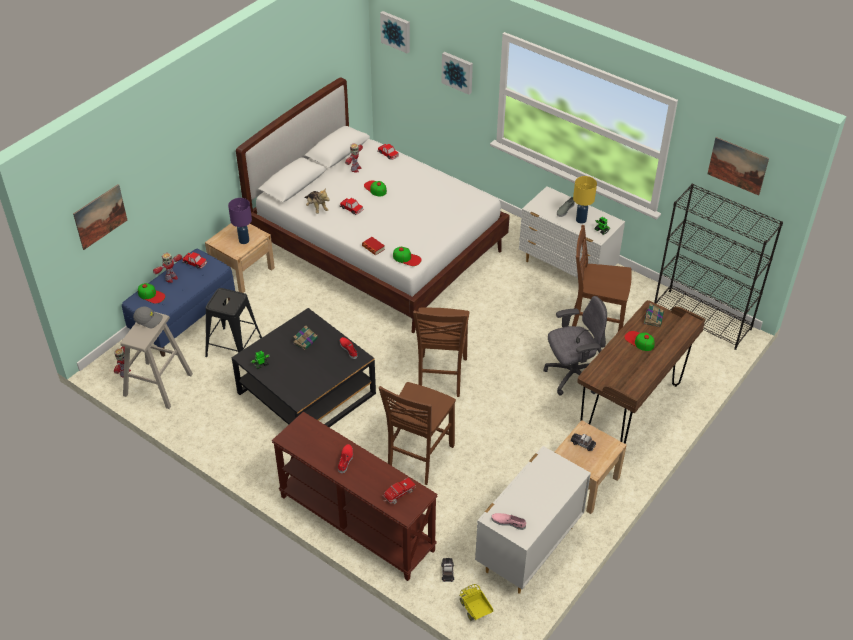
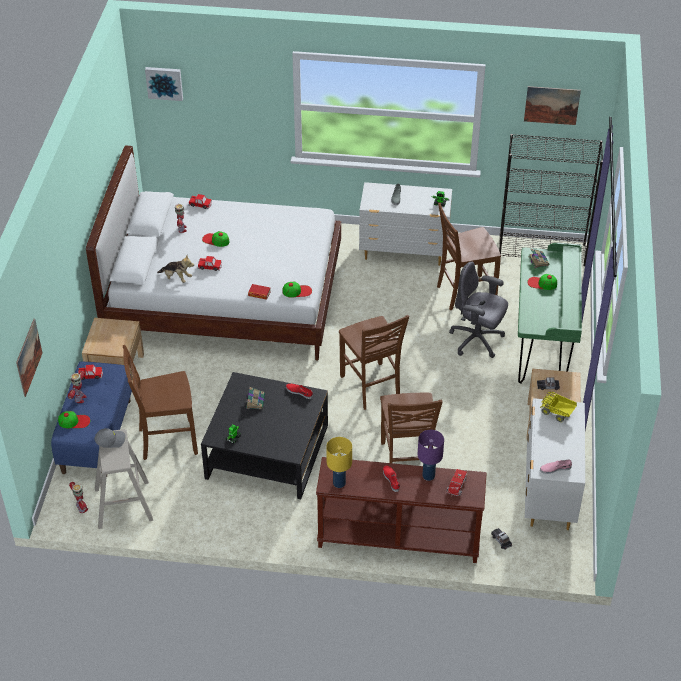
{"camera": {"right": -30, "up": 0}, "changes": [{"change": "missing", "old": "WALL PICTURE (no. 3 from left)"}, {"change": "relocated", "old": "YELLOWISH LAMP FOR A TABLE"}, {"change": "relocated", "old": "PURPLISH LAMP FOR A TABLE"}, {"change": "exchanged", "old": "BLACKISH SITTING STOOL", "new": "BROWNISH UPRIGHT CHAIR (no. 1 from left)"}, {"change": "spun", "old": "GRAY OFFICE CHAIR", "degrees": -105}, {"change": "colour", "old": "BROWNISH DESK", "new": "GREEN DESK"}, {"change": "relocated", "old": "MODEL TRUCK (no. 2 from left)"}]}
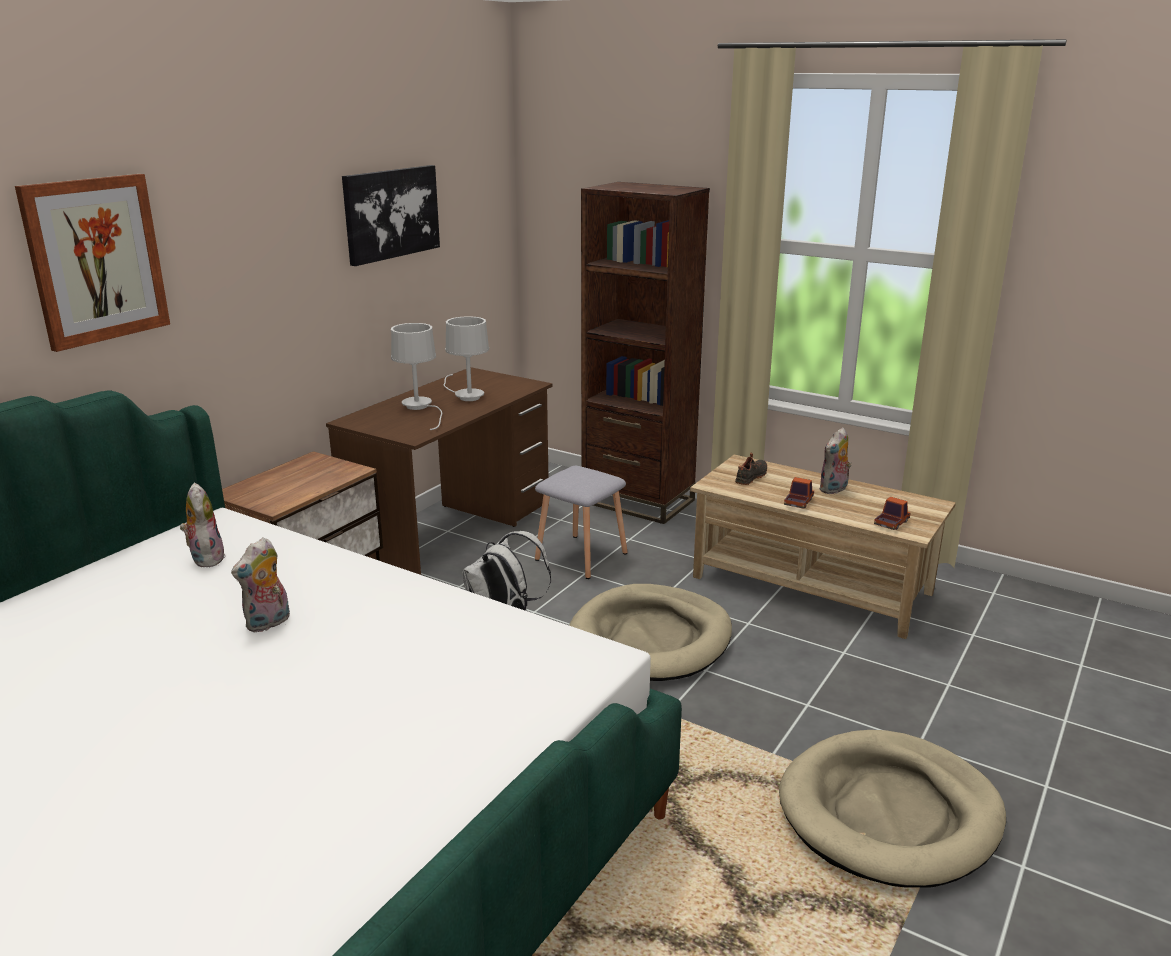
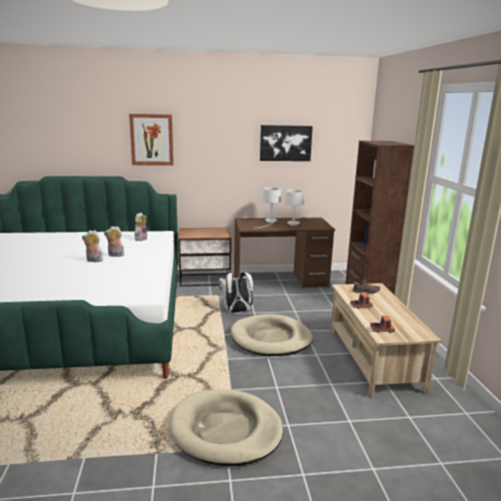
{"camera": {"right": 50, "up": -5}, "changes": [{"change": "relocated", "old": "SOFT TOY (no. 3 from left in the first image)", "new": "SOFT TOY (no. 1 from left)"}, {"change": "missing", "old": "GRAY SITTING STOOL"}]}
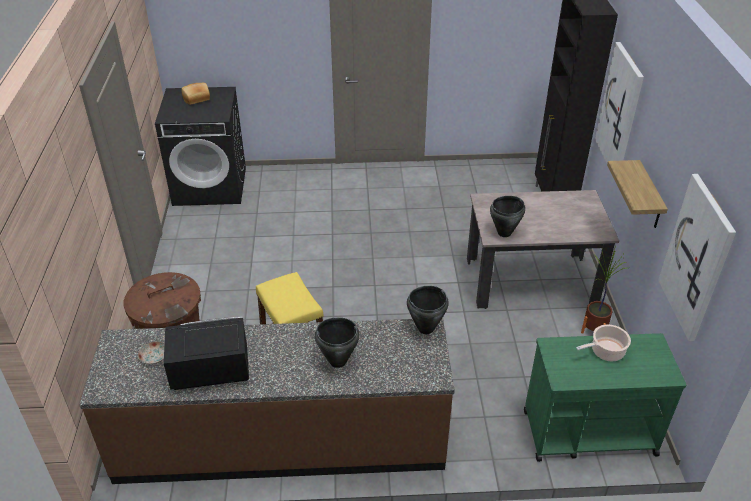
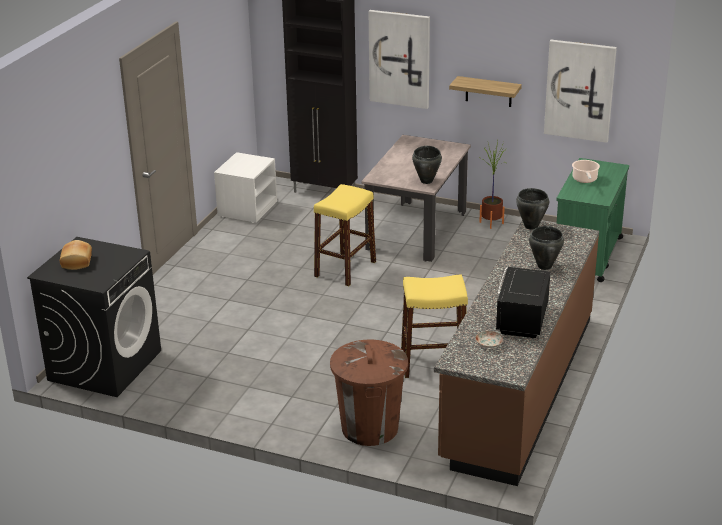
{"camera": {"right": -65, "up": -10}, "changes": [{"change": "appeared", "new": "WHITISH NIGHT TABLE"}, {"change": "appeared", "new": "YELLOWISH SITTING STOOL (no. 1 from left)"}]}
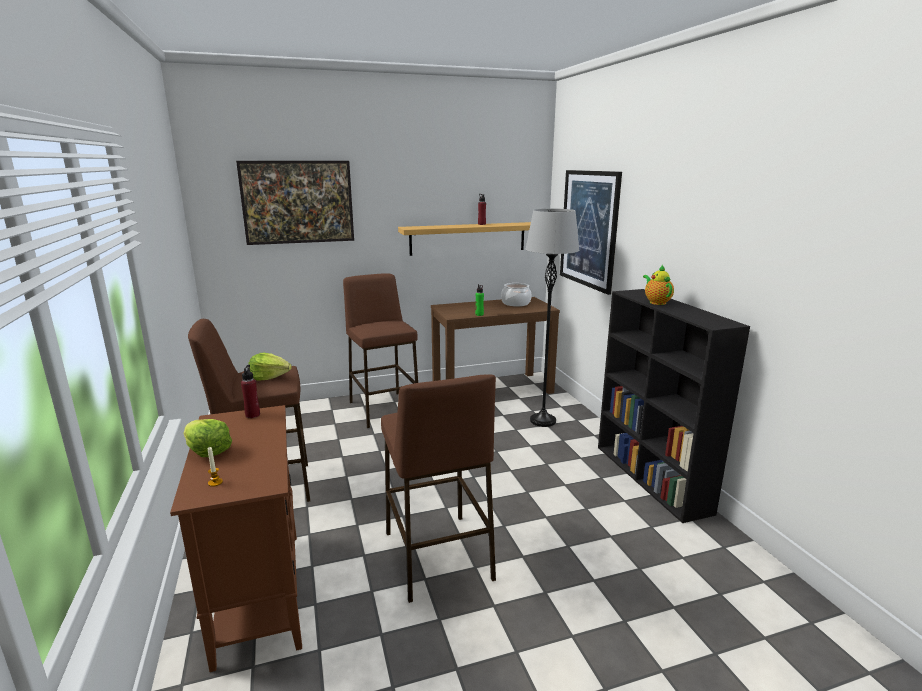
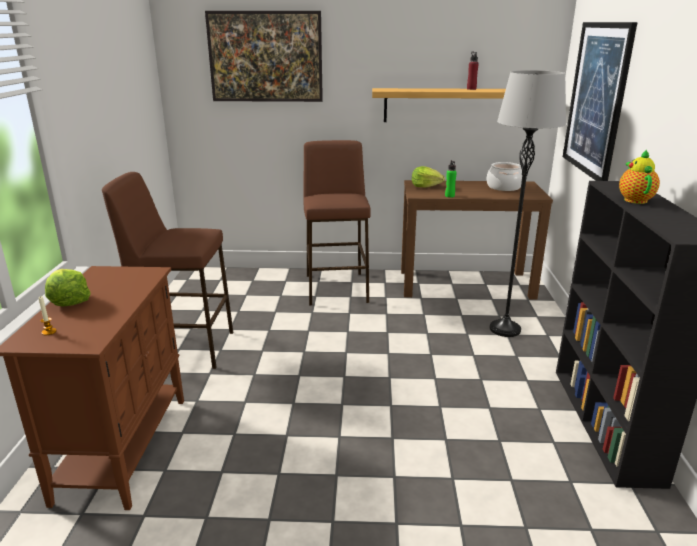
{"camera": {"right": 20, "up": 5}, "changes": [{"change": "relocated", "old": "HEAD OF LETTUCE (no. 2 from left)"}, {"change": "missing", "old": "RED-COLOURED BEVERAGE BOTTLE (no. 1 from left)"}, {"change": "missing", "old": "BROWNISH SITTING STOOL (no. 3 from left)"}]}
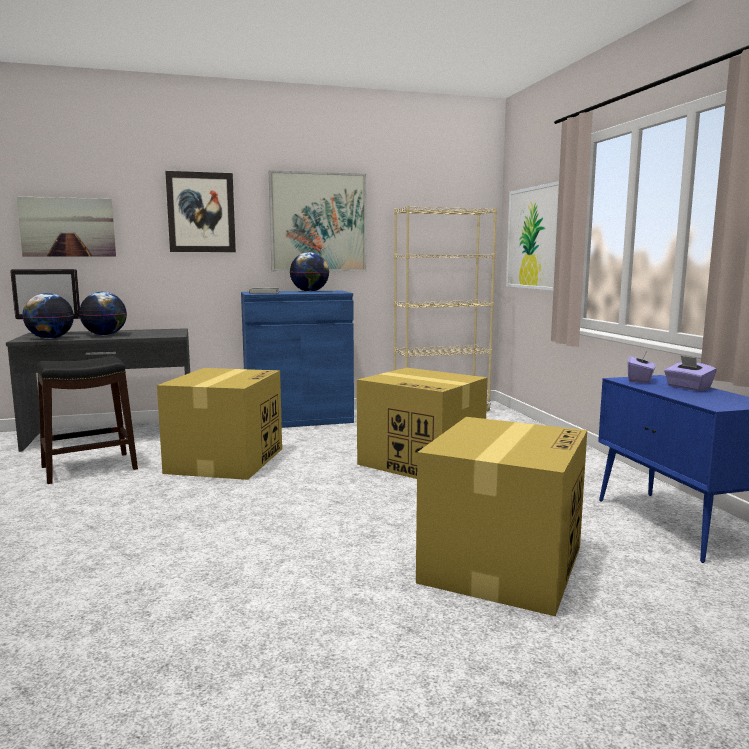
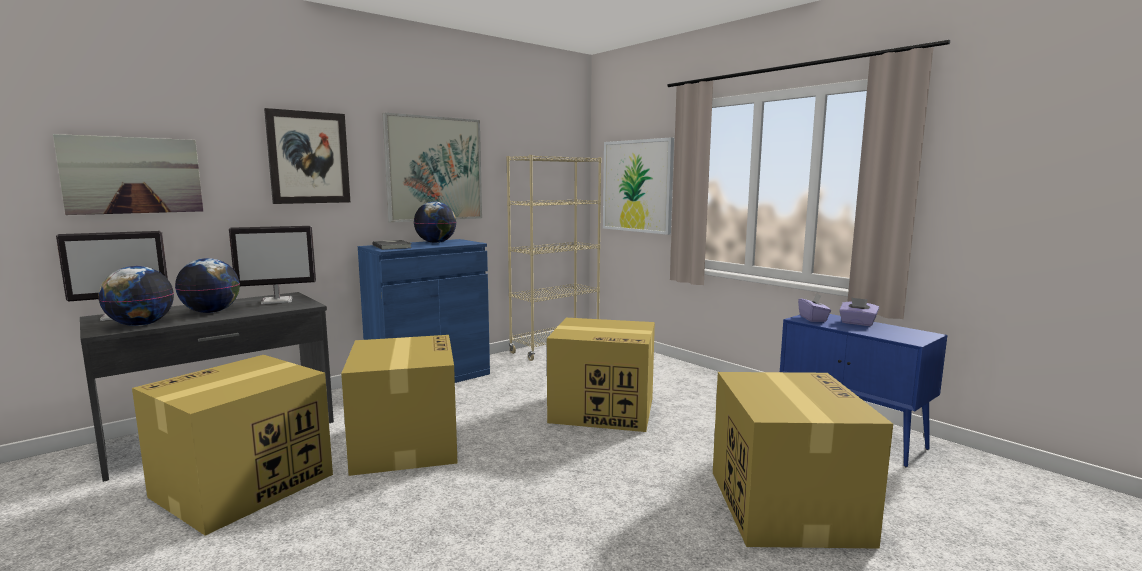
{"camera": {"right": -25, "up": 0}, "changes": [{"change": "exchanged", "old": "BLACKISH SITTING STOOL", "new": "CARDBOARD BOX (no. 1 from left)"}, {"change": "appeared", "new": "MONITOR (no. 2 from left)"}]}
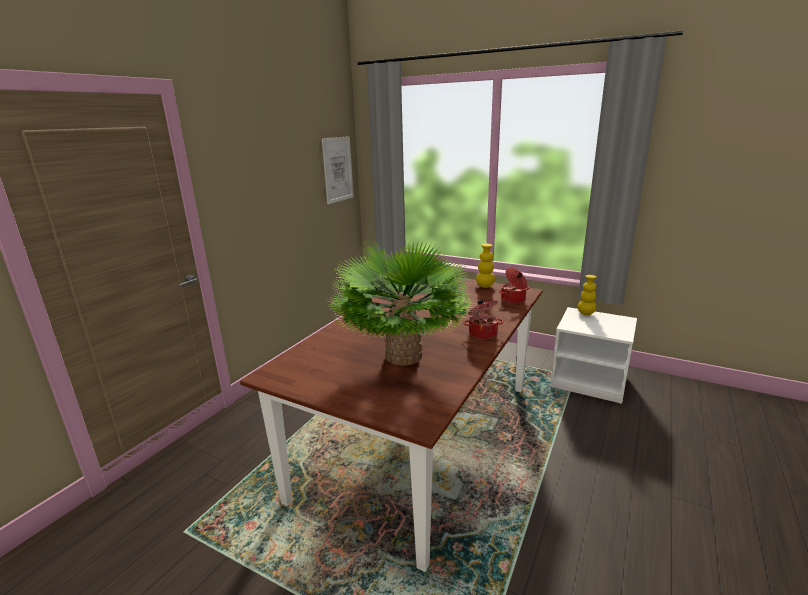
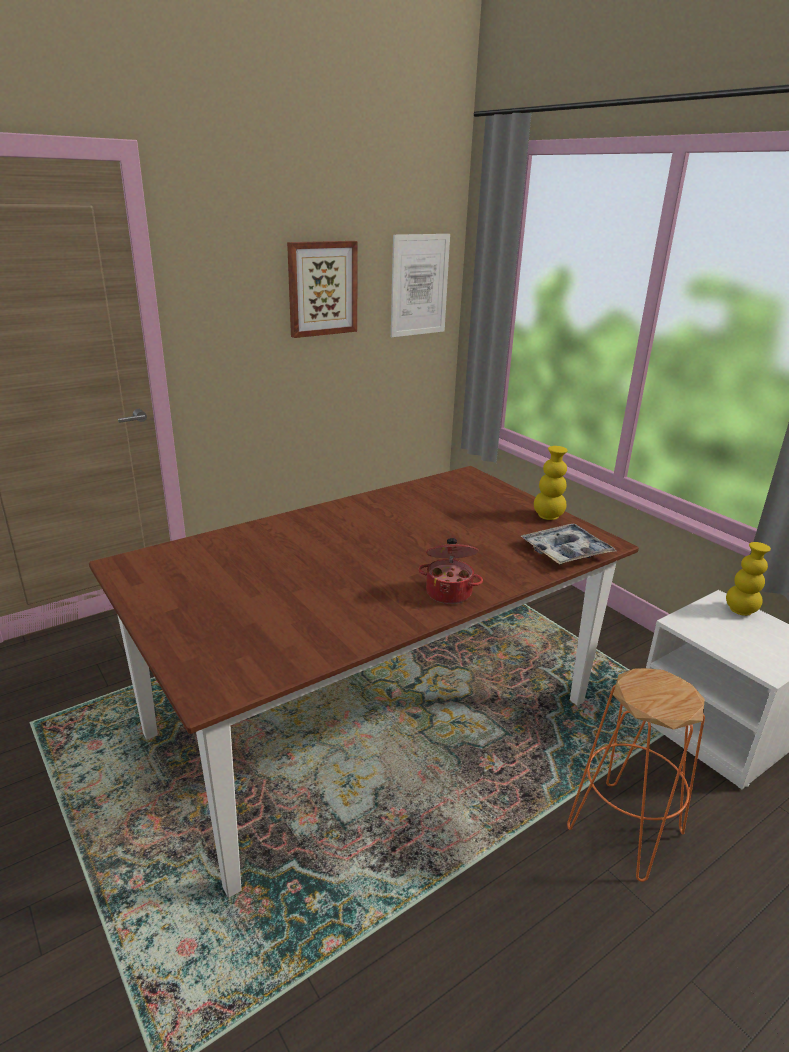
{"camera": {"right": 25, "up": 5}, "changes": [{"change": "missing", "old": "POTTED PLANT"}, {"change": "exchanged", "old": "SAUCEPOT (no. 2 from left)", "new": "TRAY"}, {"change": "appeared", "new": "WALL PICTURE (no. 1 from left)"}, {"change": "appeared", "new": "ORANGE SITTING STOOL"}]}
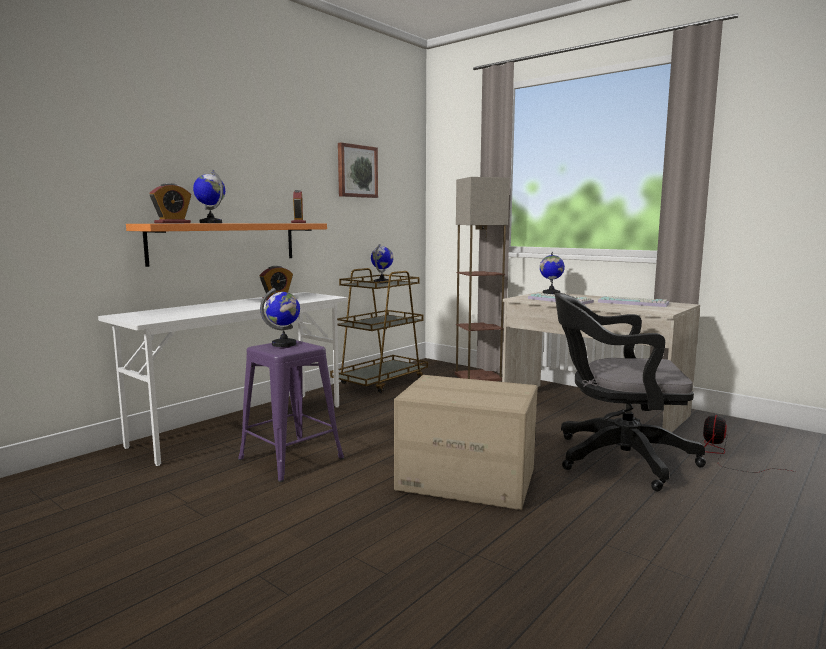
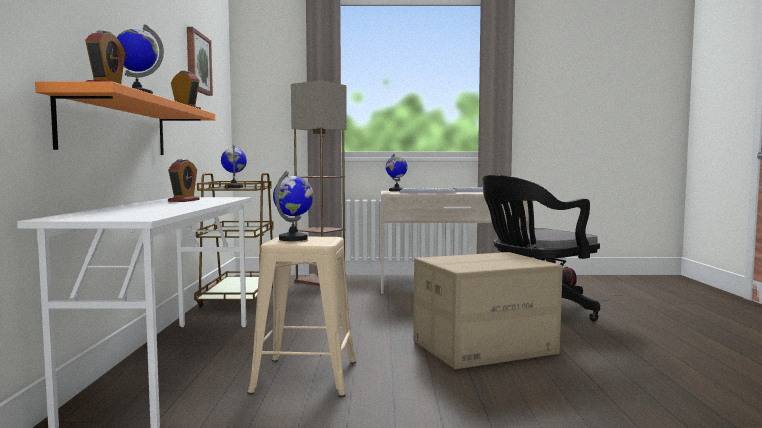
{"camera": {"right": -40, "up": -5}, "changes": [{"change": "colour", "old": "PURPLISH SITTING STOOL", "new": "BEIGE-COLOURED SITTING STOOL"}]}
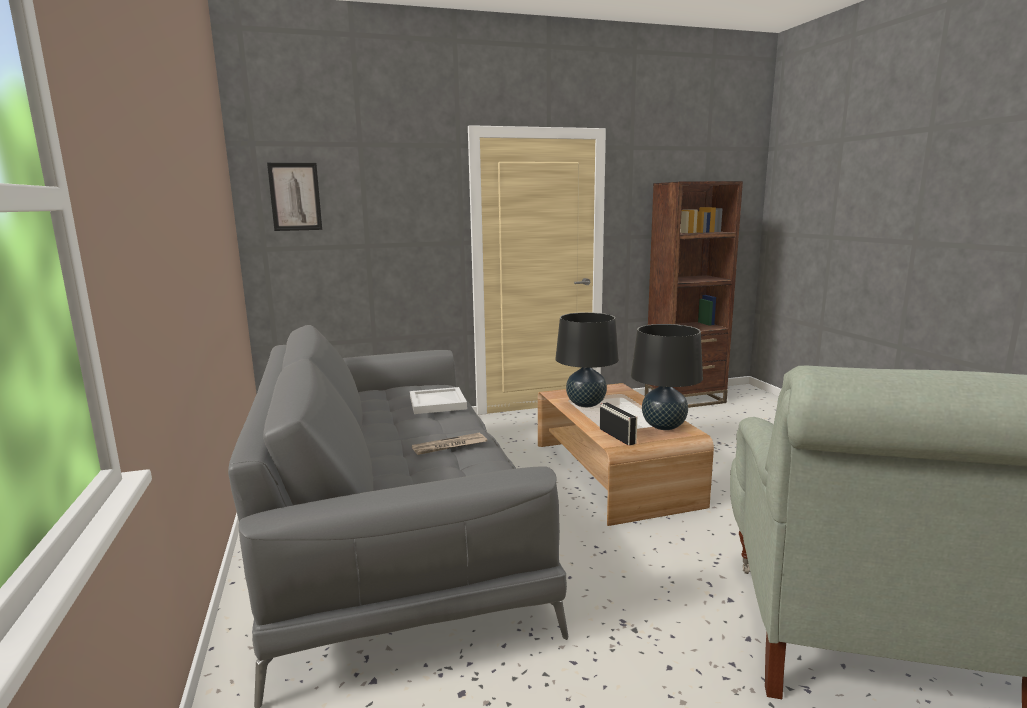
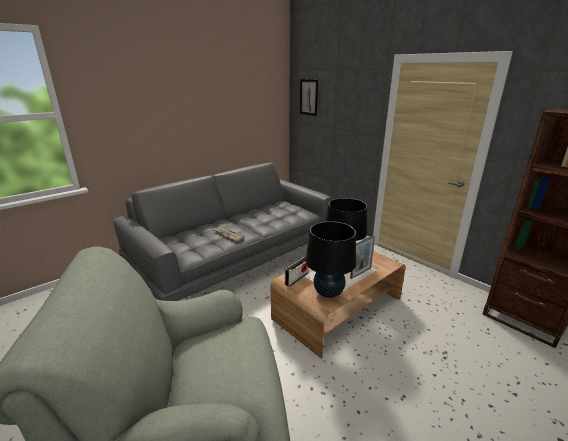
{"camera": {"right": 65, "up": 10}, "changes": [{"change": "missing", "old": "WHITISH TRAY"}, {"change": "appeared", "new": "PICTURE FRAME"}]}
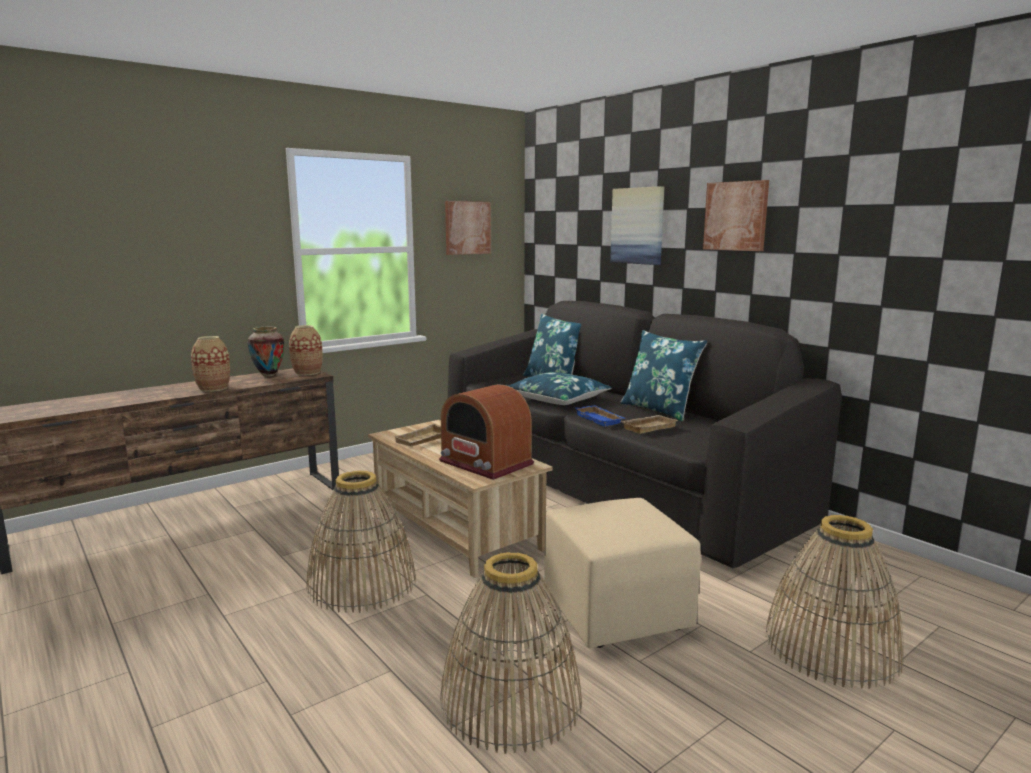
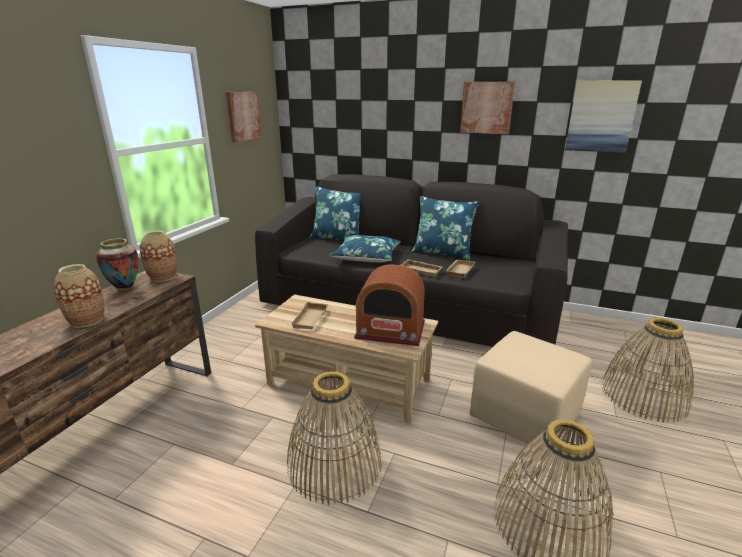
{"camera": {"right": -30, "up": 10}, "changes": [{"change": "relocated", "old": "WALL PICTURE (no. 2 from left in the first image)", "new": "WALL PICTURE (no. 3 from left)"}, {"change": "colour", "old": "BLUISH TRAY", "new": "BEIGE-COLOURED TRAY (no. 2 from left)"}]}
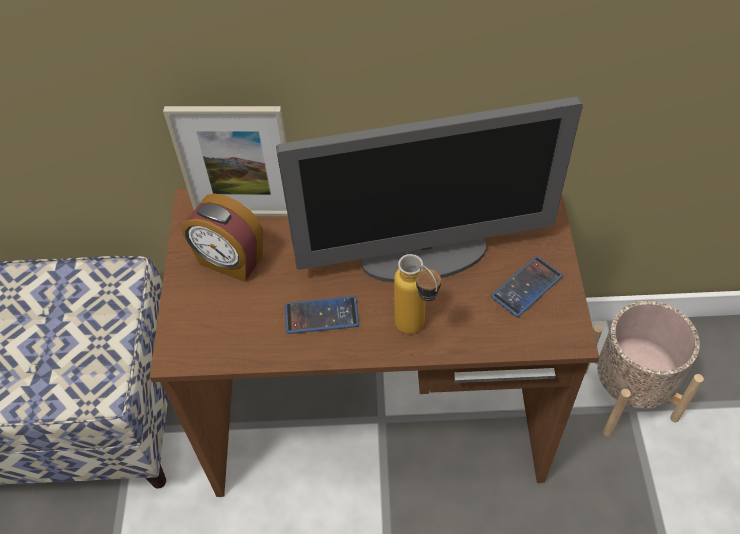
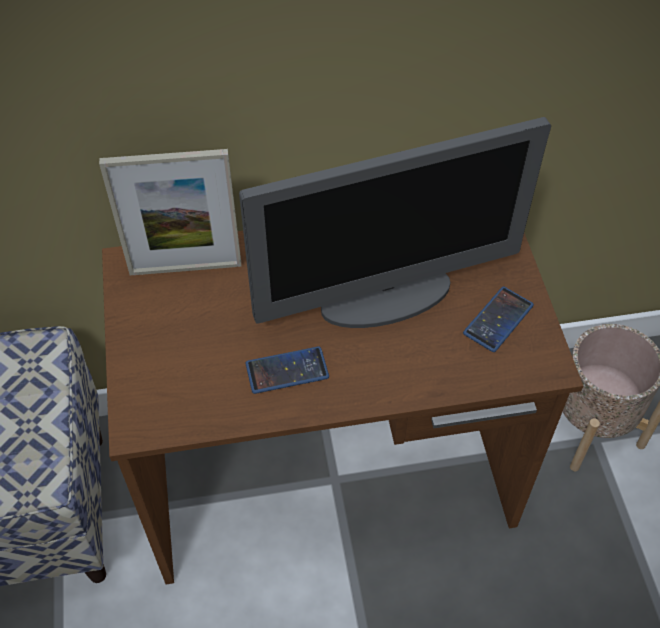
{"camera": {"right": -10, "up": 0}, "changes": [{"change": "missing", "old": "TABLE CLOCK"}, {"change": "missing", "old": "BEVERAGE BOTTLE"}]}
